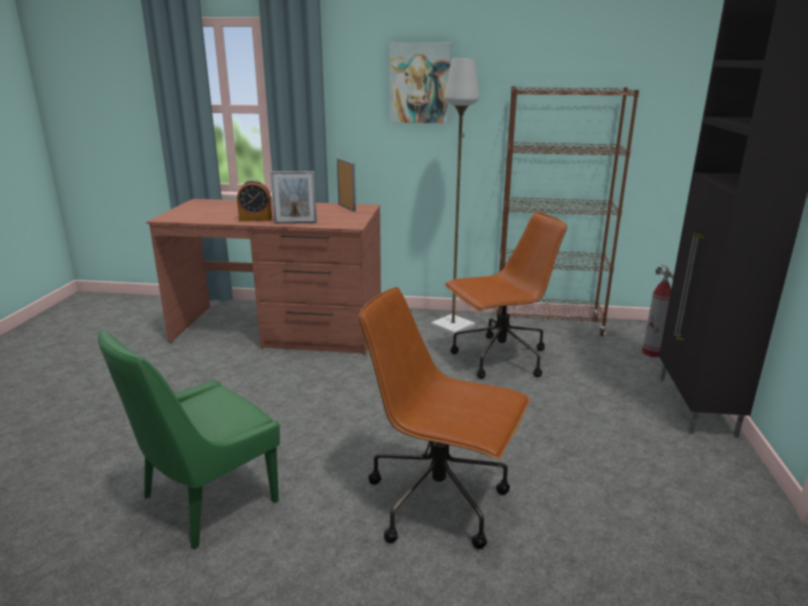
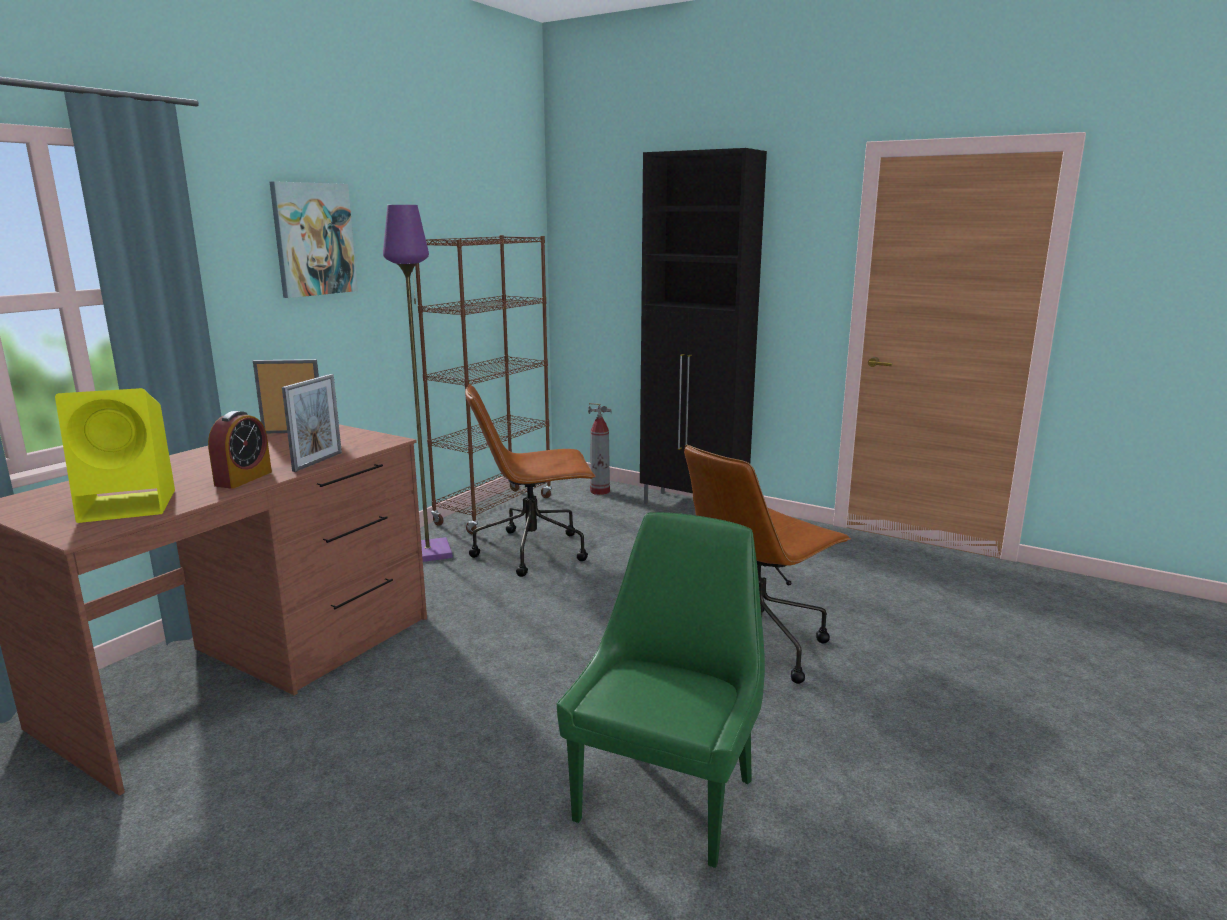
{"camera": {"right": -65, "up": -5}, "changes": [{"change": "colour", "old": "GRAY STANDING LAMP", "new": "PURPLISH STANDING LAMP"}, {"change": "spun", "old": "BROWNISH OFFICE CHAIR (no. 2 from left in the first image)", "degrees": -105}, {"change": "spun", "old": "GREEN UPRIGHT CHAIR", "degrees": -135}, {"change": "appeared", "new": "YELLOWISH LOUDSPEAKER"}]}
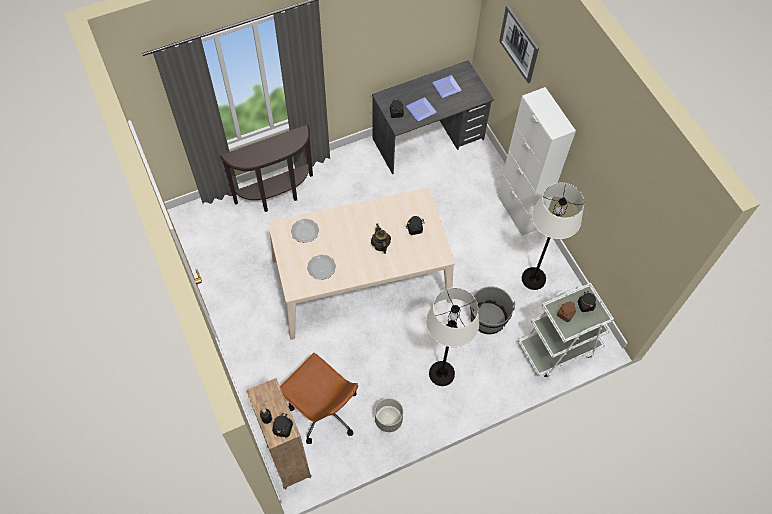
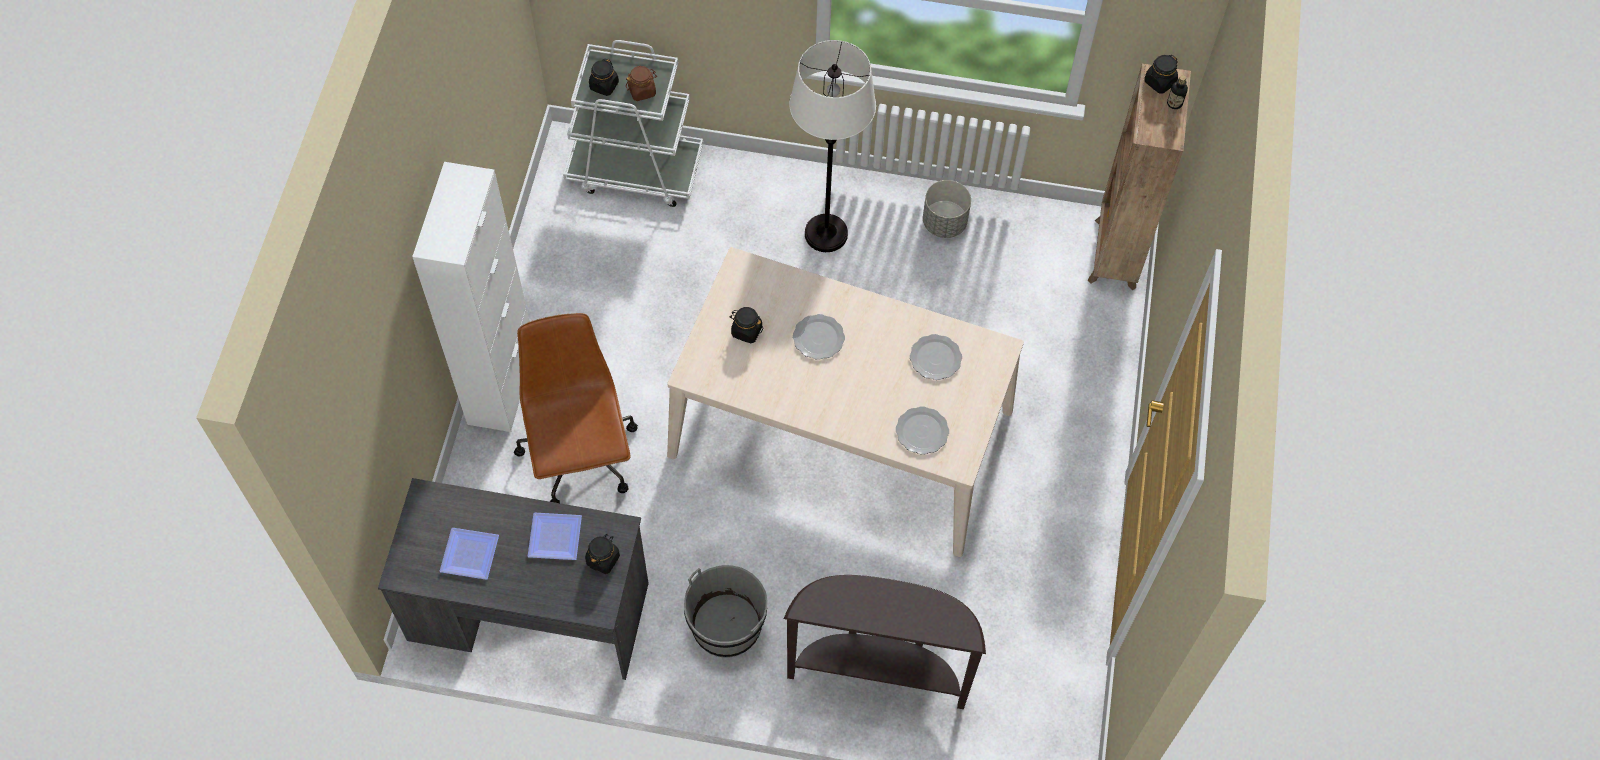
{"camera": {"right": -145, "up": 0}, "changes": [{"change": "missing", "old": "WALL PICTURE"}, {"change": "missing", "old": "WHITISH STANDING LAMP (no. 2 from left)"}, {"change": "exchanged", "old": "TEAPOT", "new": "FLAT DISH (no. 3 from left)"}, {"change": "relocated", "old": "GRAY PAIL"}, {"change": "relocated", "old": "BROWNISH OFFICE CHAIR"}]}
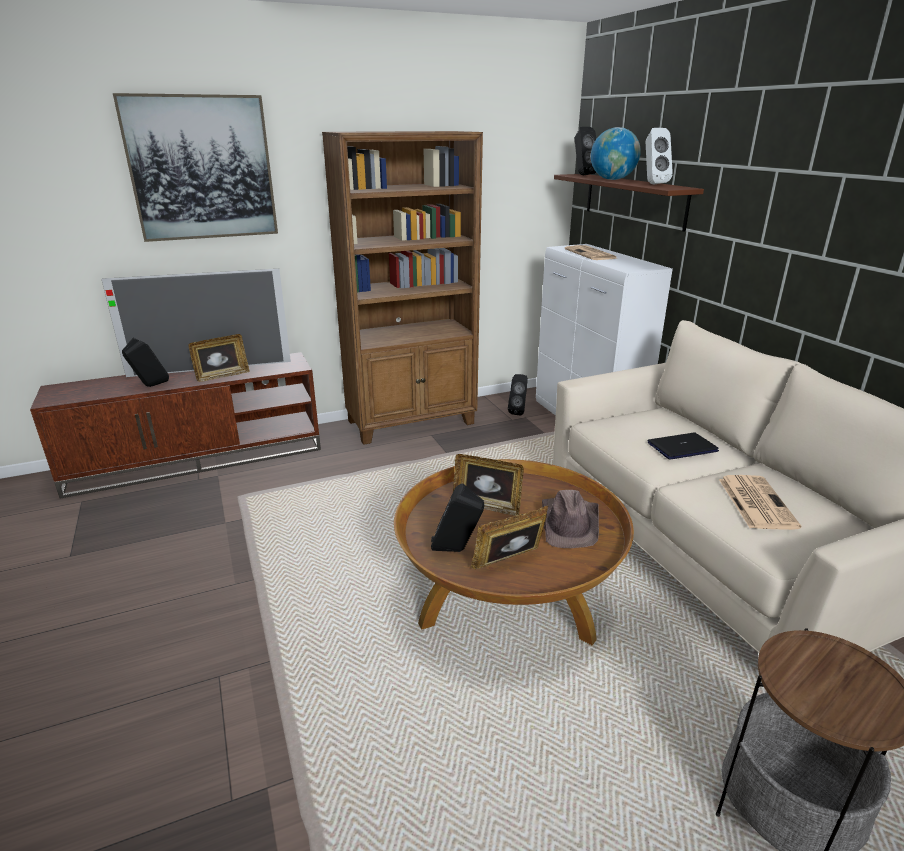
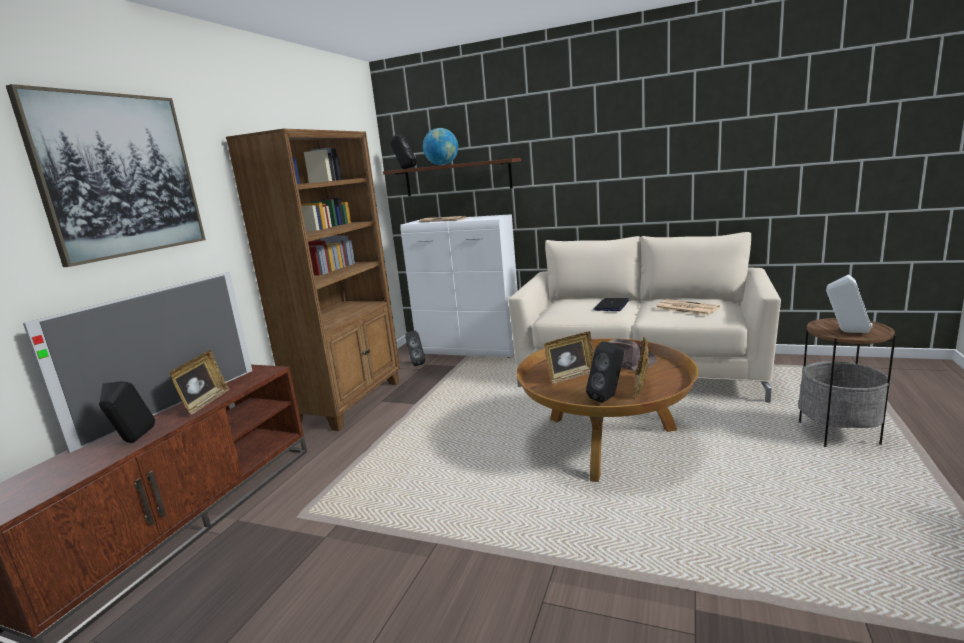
{"camera": {"right": -45, "up": -10}, "changes": [{"change": "relocated", "old": "WHITISH LOUDSPEAKER"}]}
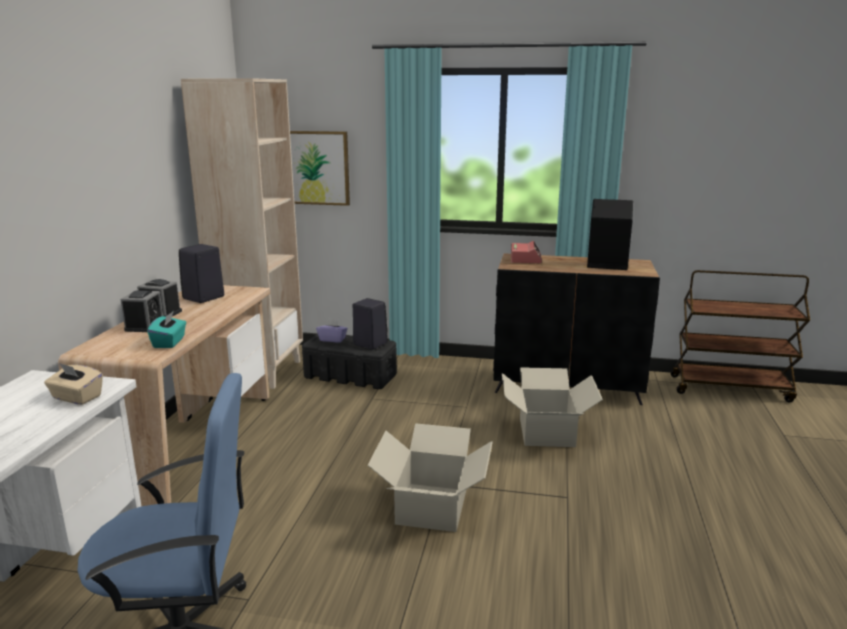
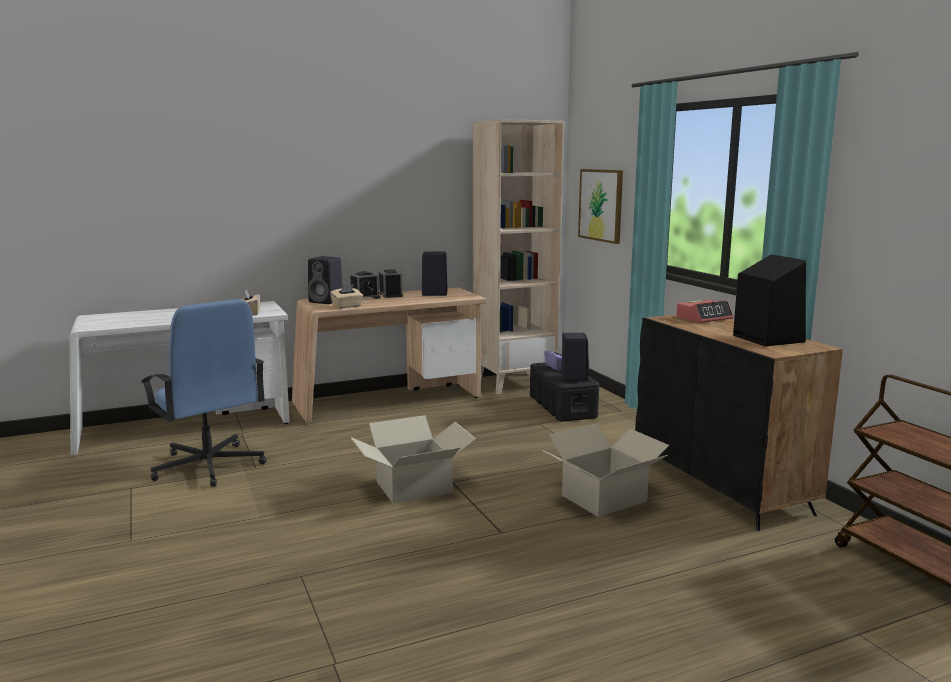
{"camera": {"right": 55, "up": -5}, "changes": [{"change": "colour", "old": "TURQUOISE BOX OF TISSUES", "new": "BEIGE-COLOURED BOX OF TISSUES (no. 2 from left)"}, {"change": "appeared", "new": "BLACKISH LOUDSPEAKER (no. 1 from left)"}]}
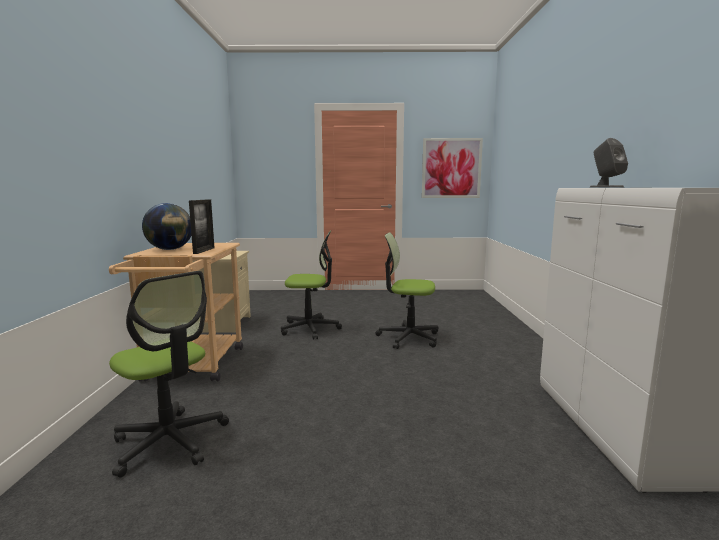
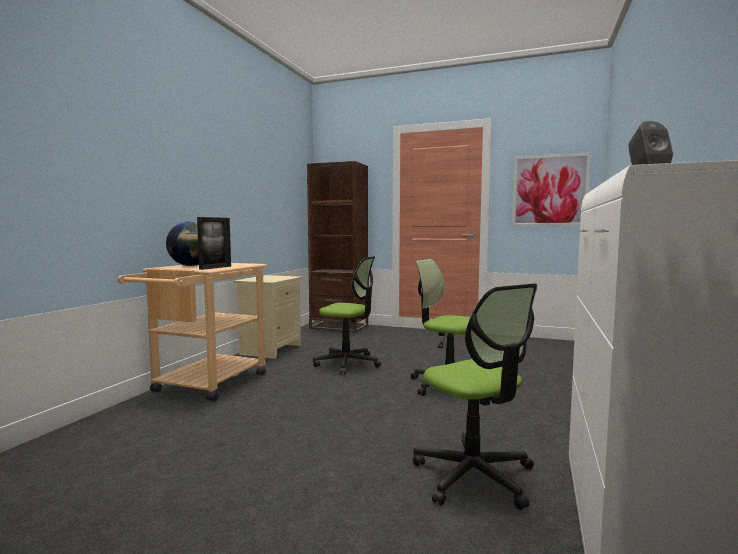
{"camera": {"right": 20, "up": -5}, "changes": [{"change": "relocated", "old": "OFFICE CHAIR (no. 1 from left in the first image)", "new": "OFFICE CHAIR (no. 3 from left)"}, {"change": "appeared", "new": "BROWNISH BOOKSHELF"}]}
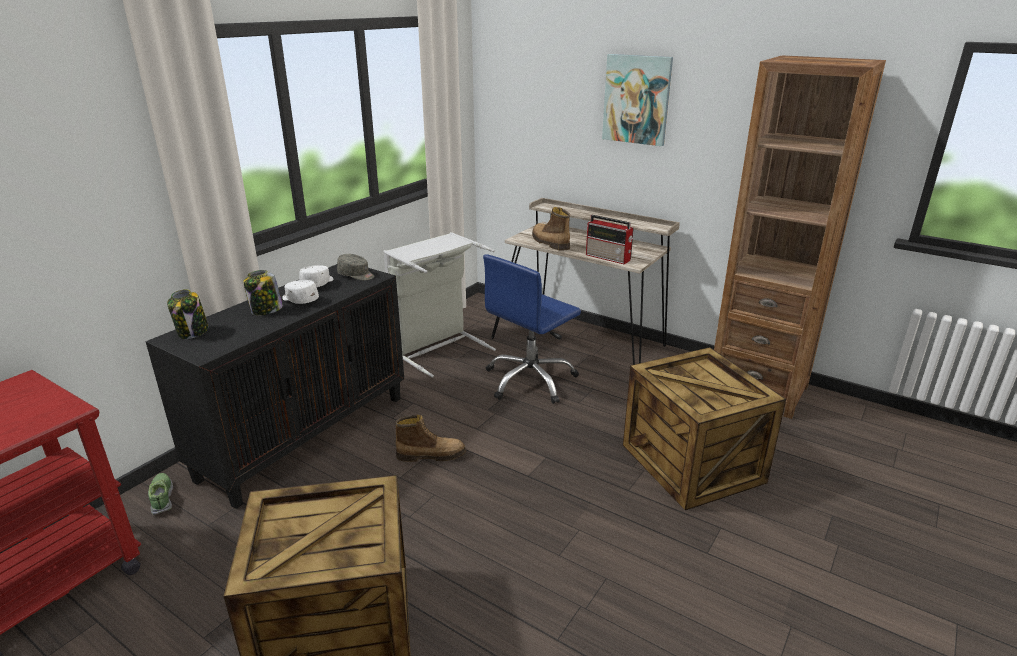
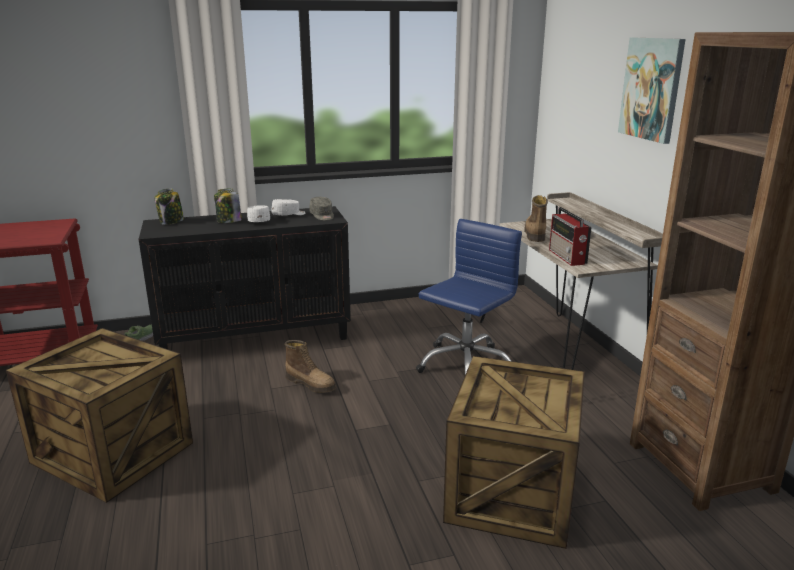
{"camera": {"right": 40, "up": -5}, "changes": [{"change": "missing", "old": "GRAY HAMPER"}, {"change": "spun", "old": "BLUISH OFFICE CHAIR", "degrees": 135}]}
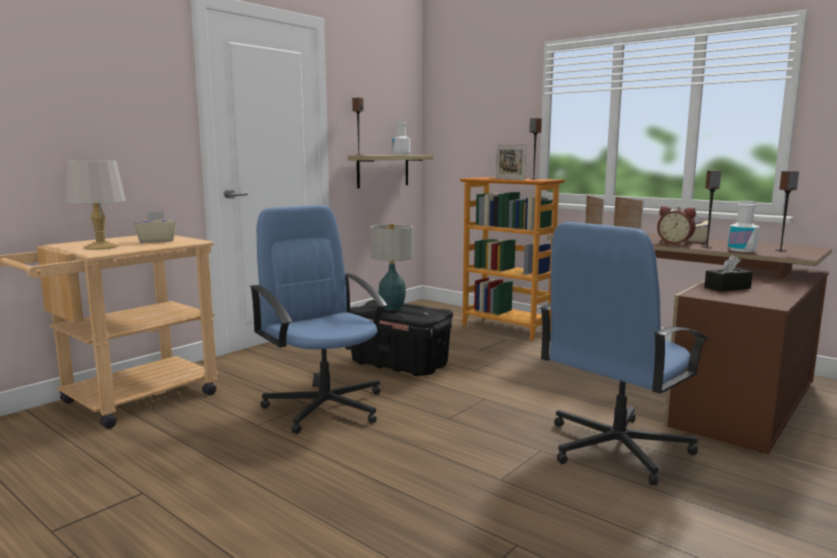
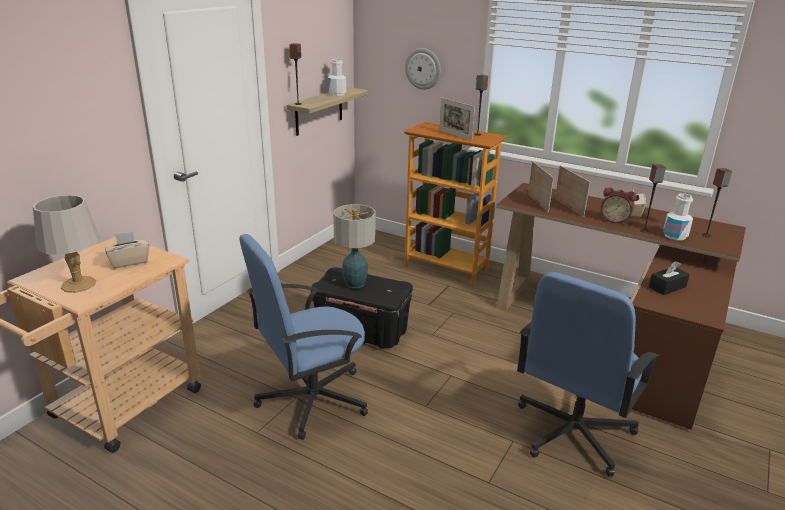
{"camera": {"right": -10, "up": 15}, "changes": [{"change": "spun", "old": "BLUISH OFFICE CHAIR (no. 1 from left)", "degrees": -75}, {"change": "appeared", "new": "HANGING CLOCK"}]}
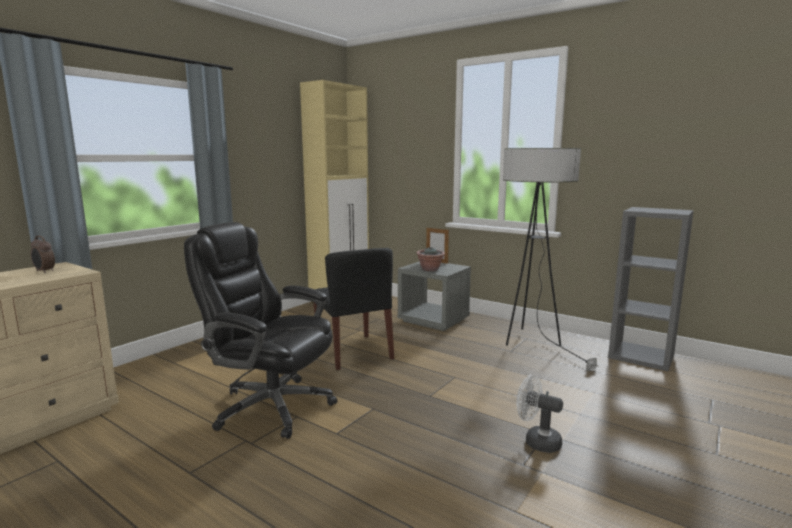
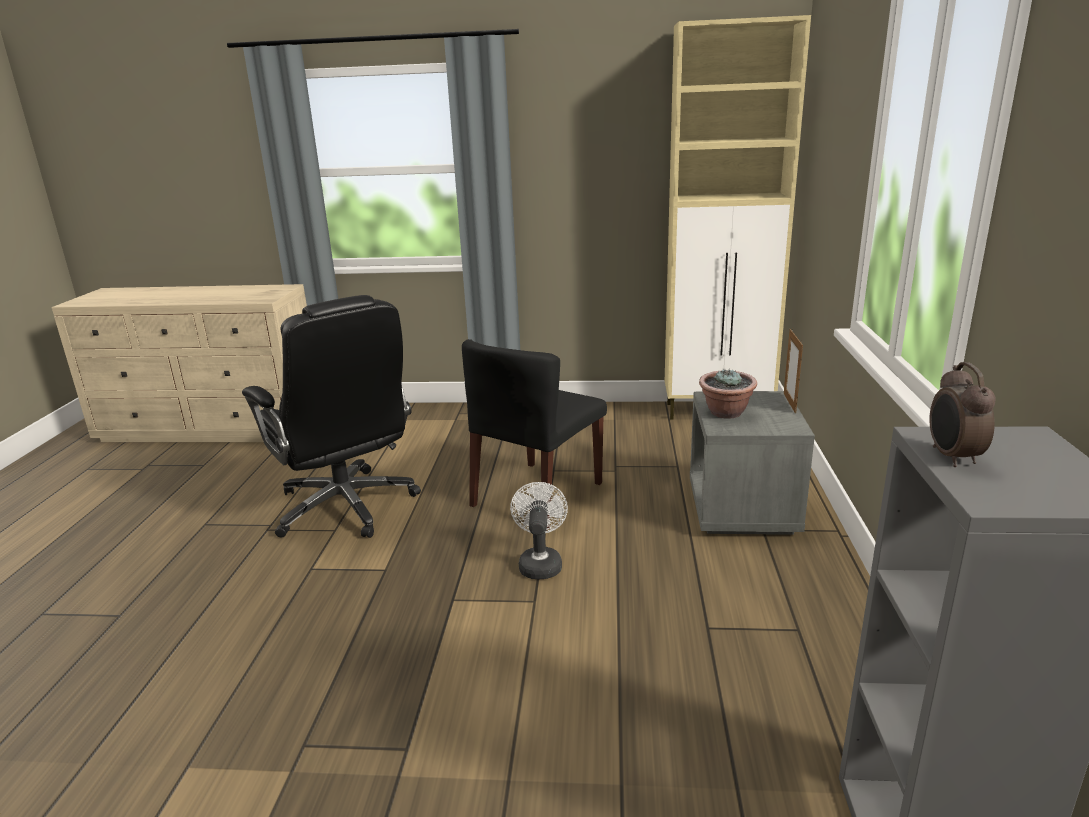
{"camera": {"right": 60, "up": 10}, "changes": [{"change": "missing", "old": "STANDING LAMP"}, {"change": "spun", "old": "BLACKISH OFFICE CHAIR", "degrees": 150}, {"change": "relocated", "old": "TABLE CLOCK"}, {"change": "relocated", "old": "WHITISH COOLING FAN"}]}
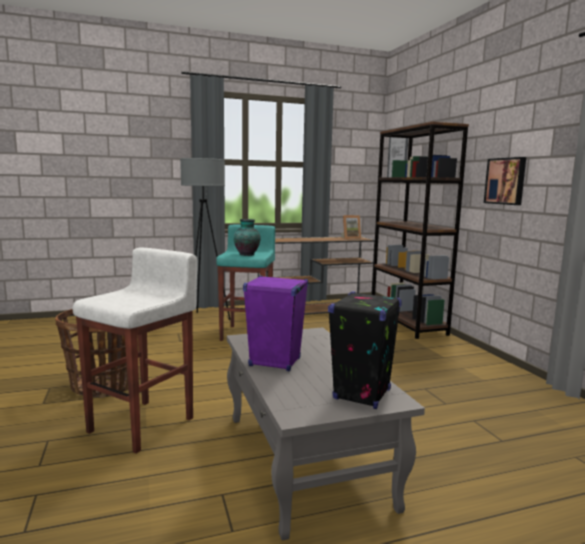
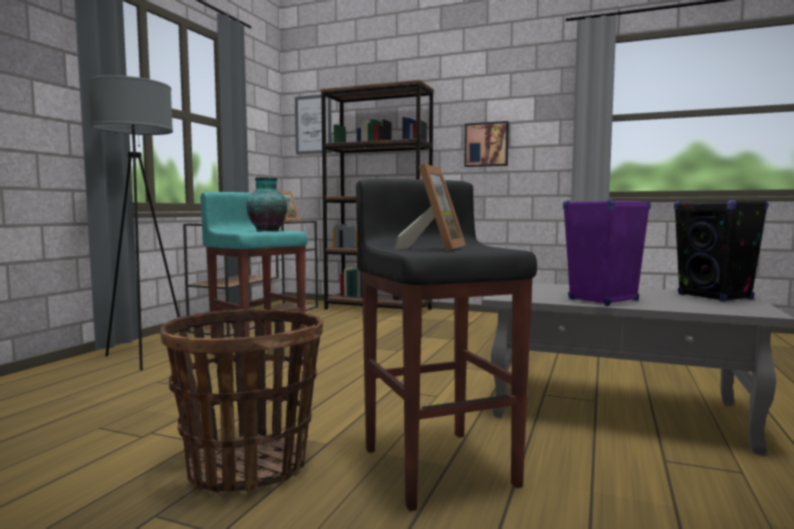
{"camera": {"right": -50, "up": -5}, "changes": [{"change": "colour", "old": "WHITISH SITTING STOOL", "new": "BLACKISH SITTING STOOL"}, {"change": "appeared", "new": "PICTURE FRAME (no. 2 from left)"}]}
